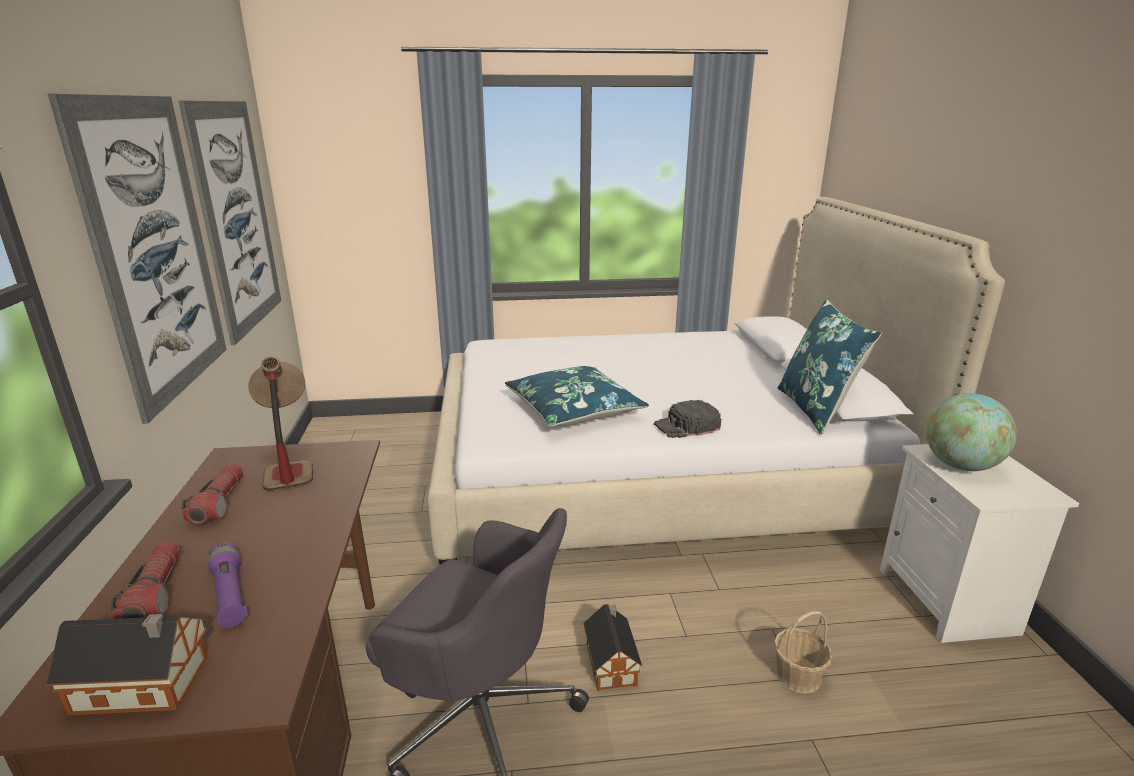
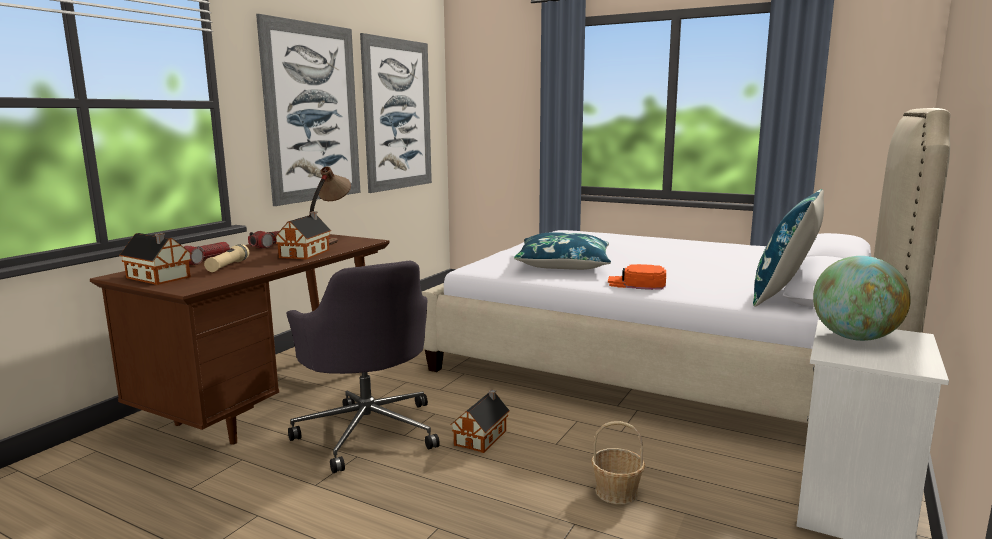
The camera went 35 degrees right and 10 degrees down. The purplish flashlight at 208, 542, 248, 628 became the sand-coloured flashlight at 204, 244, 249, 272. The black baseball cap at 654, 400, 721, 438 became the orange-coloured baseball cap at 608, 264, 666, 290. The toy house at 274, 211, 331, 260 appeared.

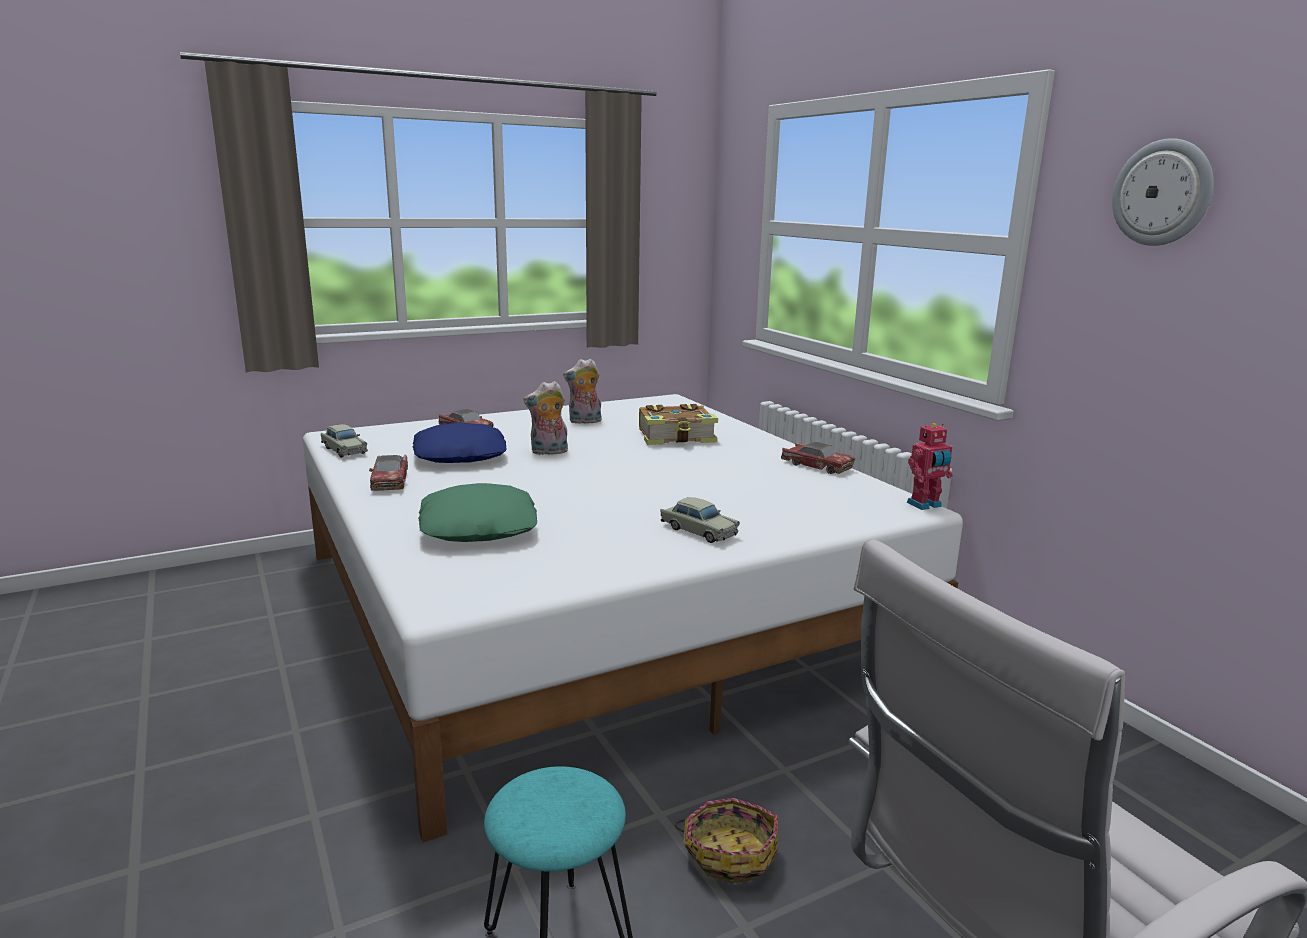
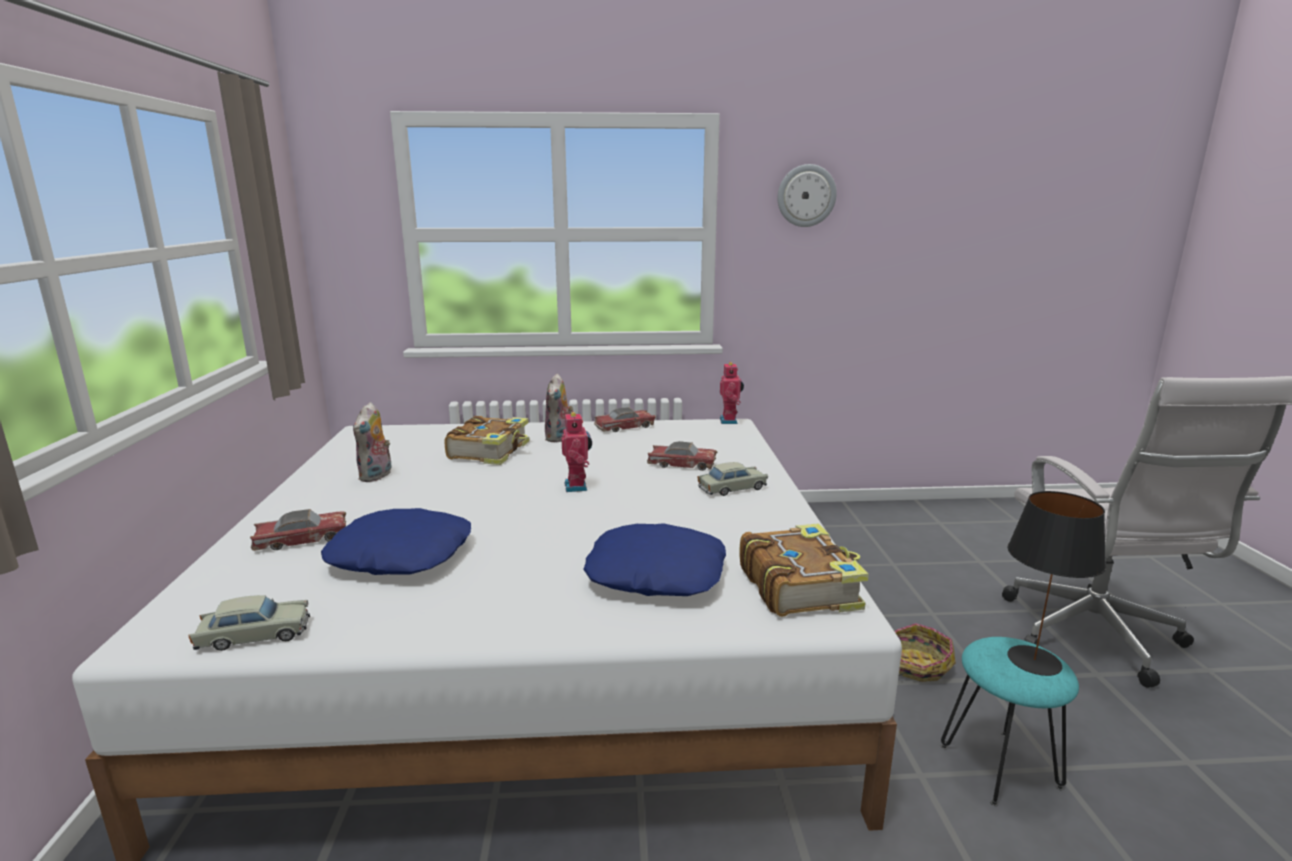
The camera went 65 degrees left and 0 degrees up. The model car moved from 369, 454, 408, 491 to 647, 441, 717, 471. The green pillow at 418, 483, 537, 542 became the blue-coloured pillow at 583, 523, 726, 596. The plush toy moved from 524, 381, 568, 455 to 545, 373, 573, 442. The robot figure at 561, 411, 592, 492 appeared. The book at 739, 523, 869, 617 appeared. The black tabletop lamp at 1007, 491, 1106, 676 appeared.

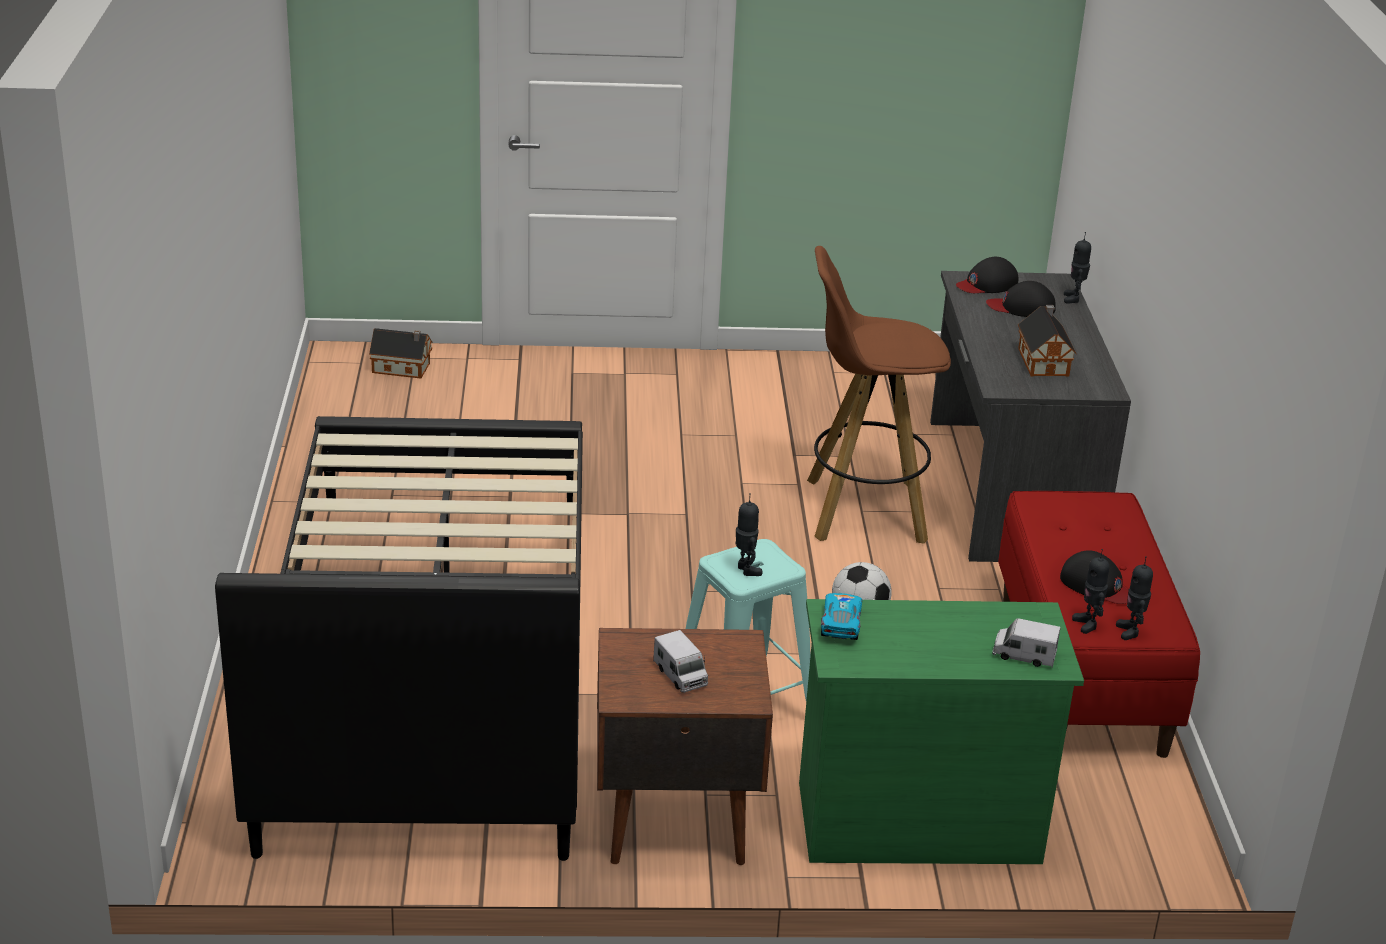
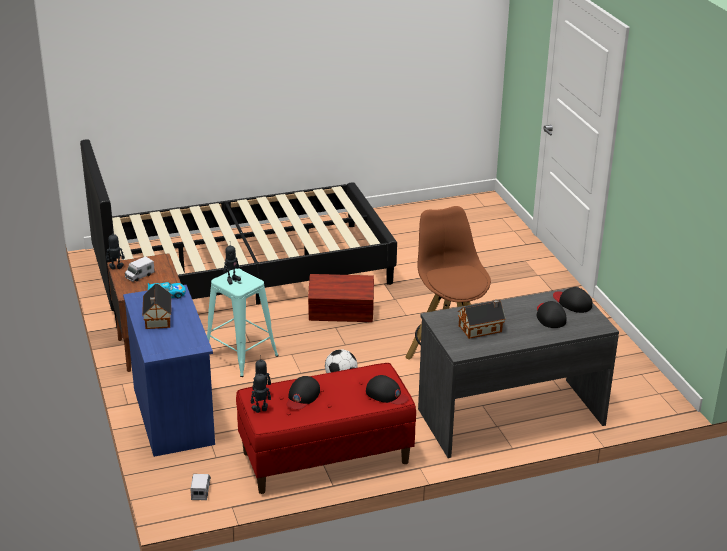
The camera went 75 degrees right and 0 degrees up. The toy house moved from 369, 328, 433, 378 to 142, 284, 171, 329. The green chest of drawers at 799, 599, 1084, 864 became the blue-coloured chest of drawers at 123, 285, 215, 457. The toy lorry moved from 992, 618, 1061, 668 to 190, 474, 211, 500. The robot figure moved from 1064, 232, 1091, 304 to 106, 230, 125, 270. The brownish storage container at 308, 274, 374, 322 appeared. The black baseball cap at 366, 375, 409, 405 appeared.

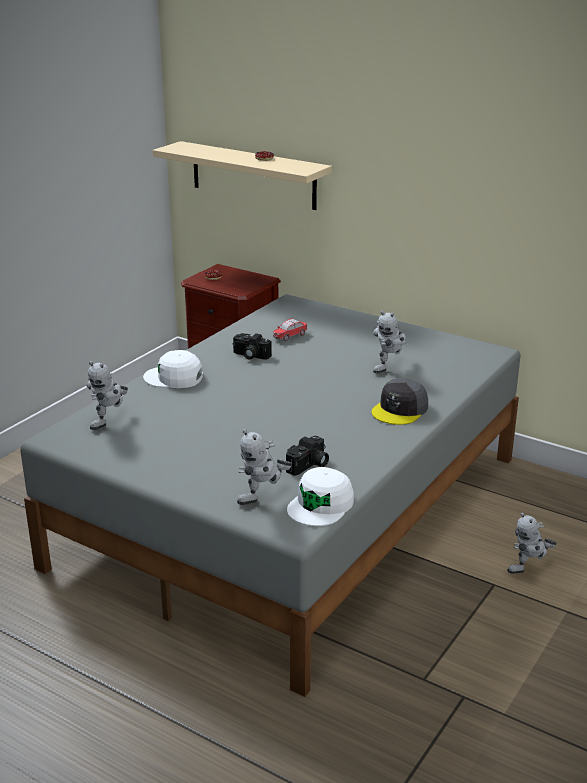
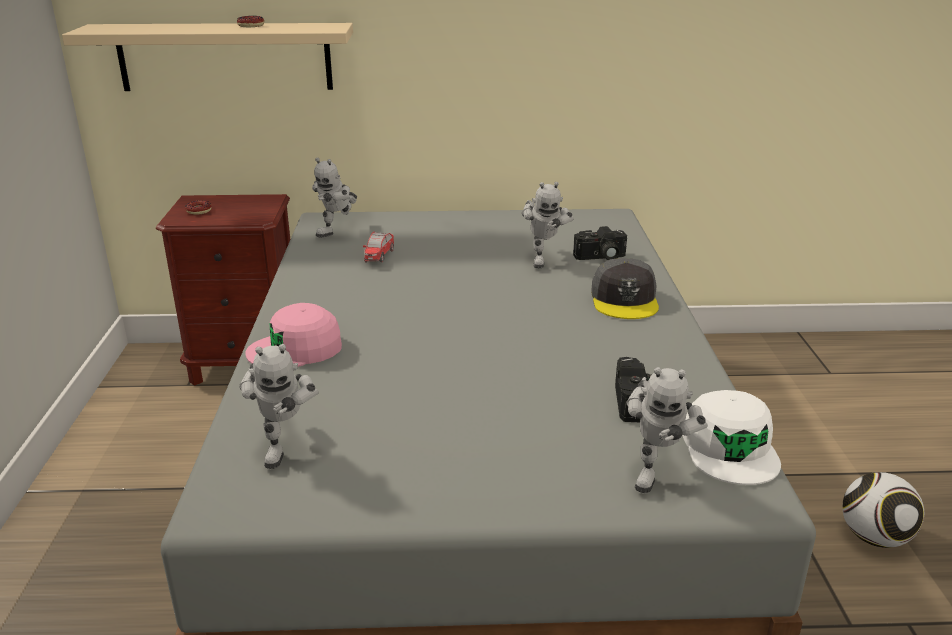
The camera went 35 degrees left and 0 degrees up. The white-coloured baseball cap at 143, 350, 203, 388 became the pinkish baseball cap at 245, 303, 342, 367. The still camera moved from 233, 333, 272, 360 to 573, 226, 627, 260. The robot figure moved from 507, 512, 557, 574 to 312, 158, 357, 237. The ball for football at 843, 472, 924, 548 appeared.

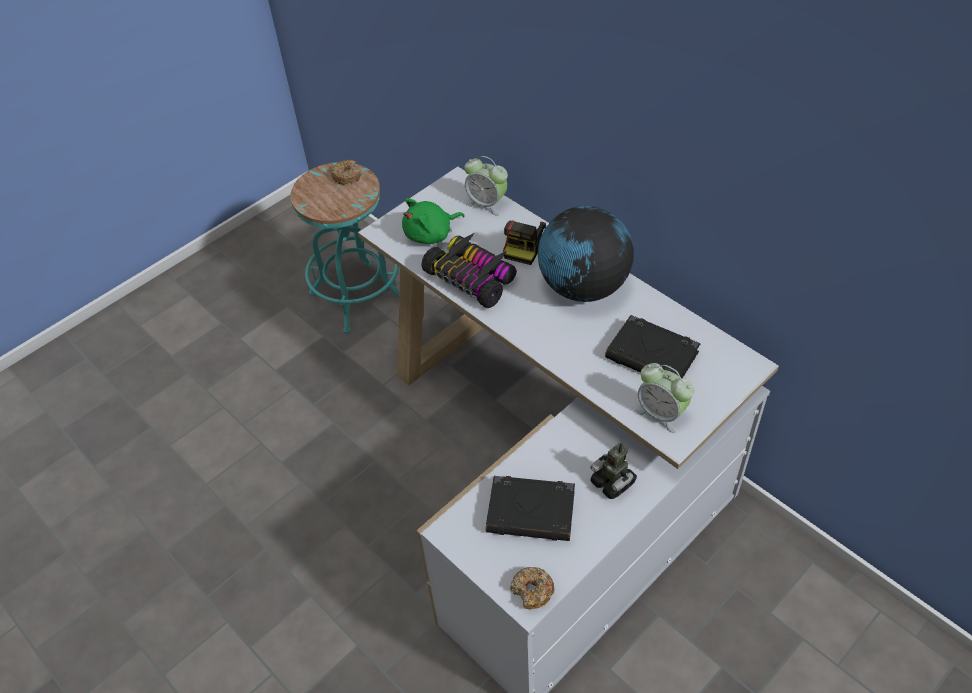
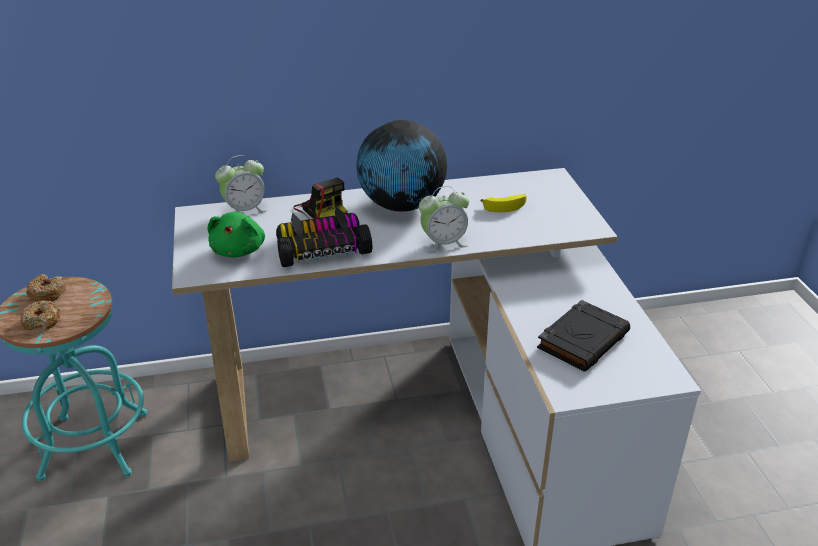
The camera went 60 degrees left and 15 degrees down. The donut moved from 510, 567, 554, 609 to 20, 300, 61, 330. The robot figure at 590, 442, 637, 499 disappeared. The black book at 605, 315, 701, 378 was replaced by the banana at 480, 194, 527, 212. The table clock moved from 635, 363, 694, 433 to 419, 186, 469, 254.

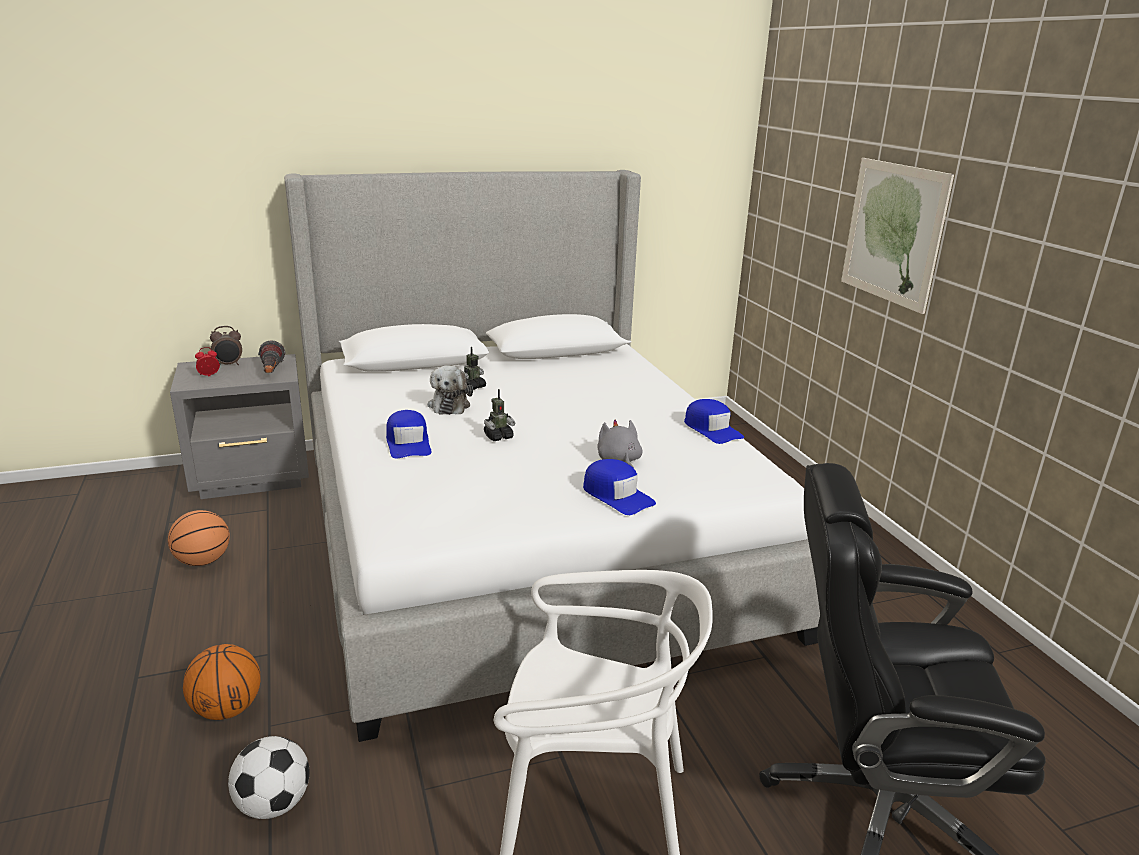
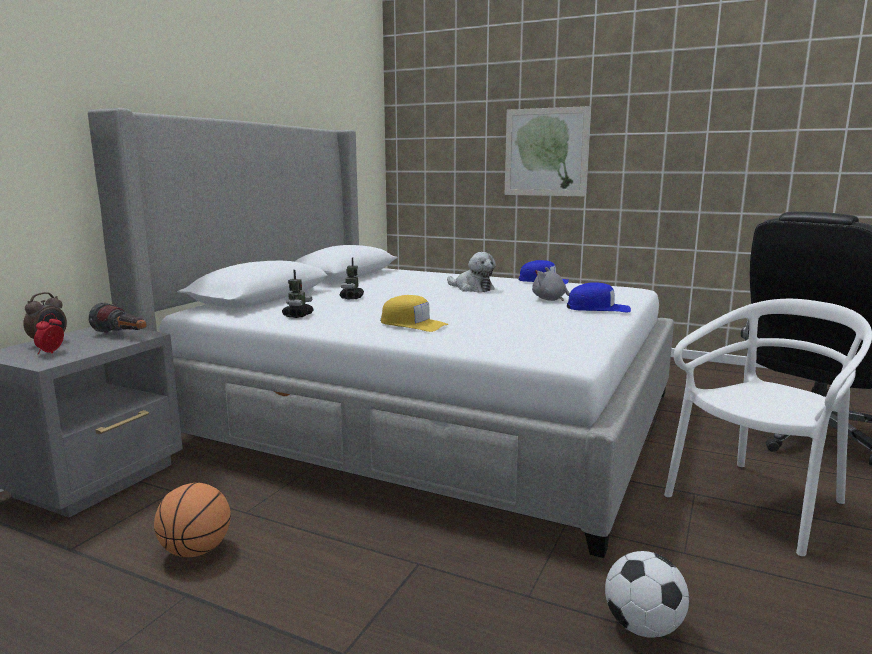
The camera went 45 degrees left and 10 degrees down. The basketball ball at 183, 644, 260, 720 disappeared. The blue-coloured baseball cap at 386, 410, 431, 458 became the yellow baseball cap at 381, 295, 449, 332. The plush toy moved from 427, 365, 473, 415 to 447, 252, 496, 292. The robot figure moved from 484, 389, 515, 441 to 282, 270, 314, 318.

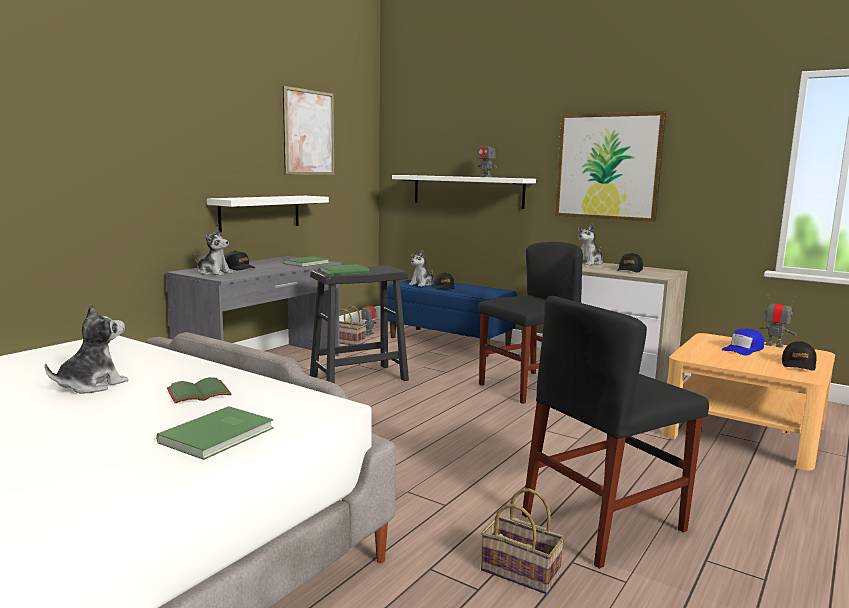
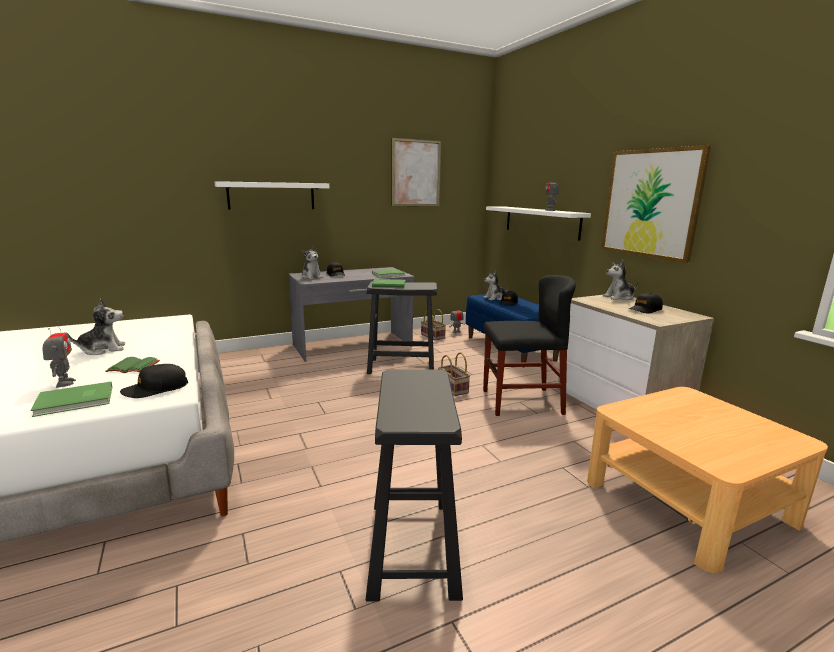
The camera went 30 degrees right and 5 degrees up. The white-coloured bracket shelf moved from 207, 196, 329, 232 to 215, 181, 329, 210. The basket moved from 481, 488, 564, 594 to 438, 352, 470, 396. The black chair at 522, 296, 709, 569 was replaced by the black stool at 366, 369, 463, 602. The blue-coloured baseball cap at 722, 329, 764, 355 disappeared. The robot figure moved from 755, 295, 797, 348 to 43, 321, 76, 388. The black baseball cap moved from 782, 341, 817, 371 to 120, 364, 188, 398.

